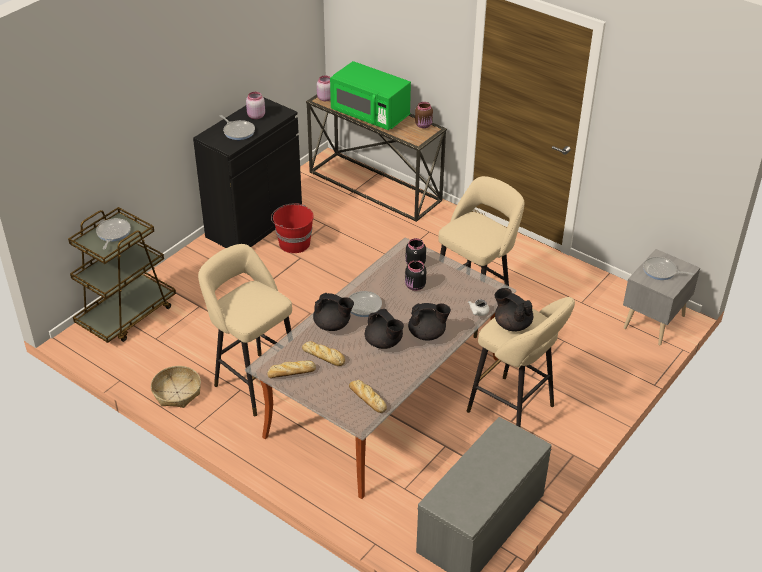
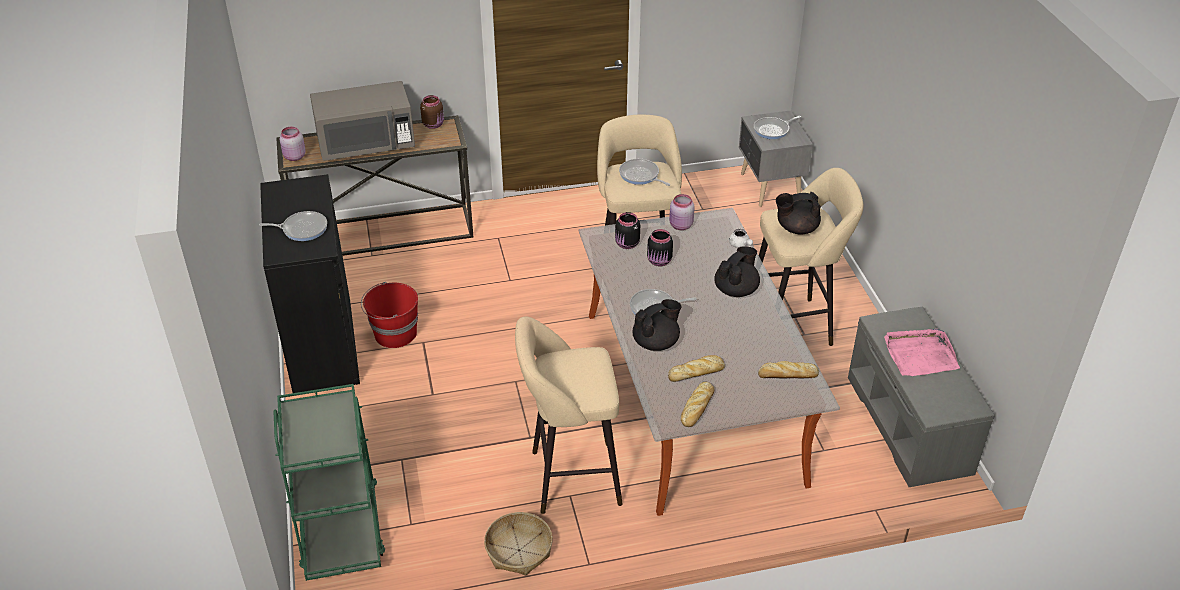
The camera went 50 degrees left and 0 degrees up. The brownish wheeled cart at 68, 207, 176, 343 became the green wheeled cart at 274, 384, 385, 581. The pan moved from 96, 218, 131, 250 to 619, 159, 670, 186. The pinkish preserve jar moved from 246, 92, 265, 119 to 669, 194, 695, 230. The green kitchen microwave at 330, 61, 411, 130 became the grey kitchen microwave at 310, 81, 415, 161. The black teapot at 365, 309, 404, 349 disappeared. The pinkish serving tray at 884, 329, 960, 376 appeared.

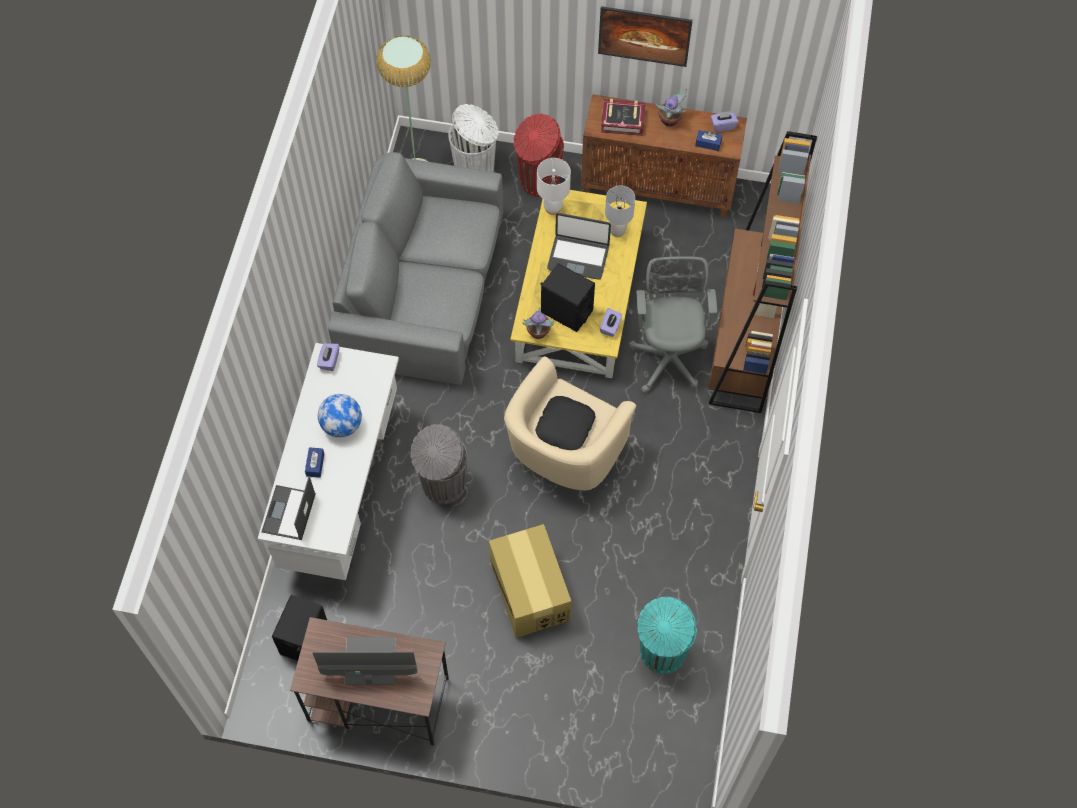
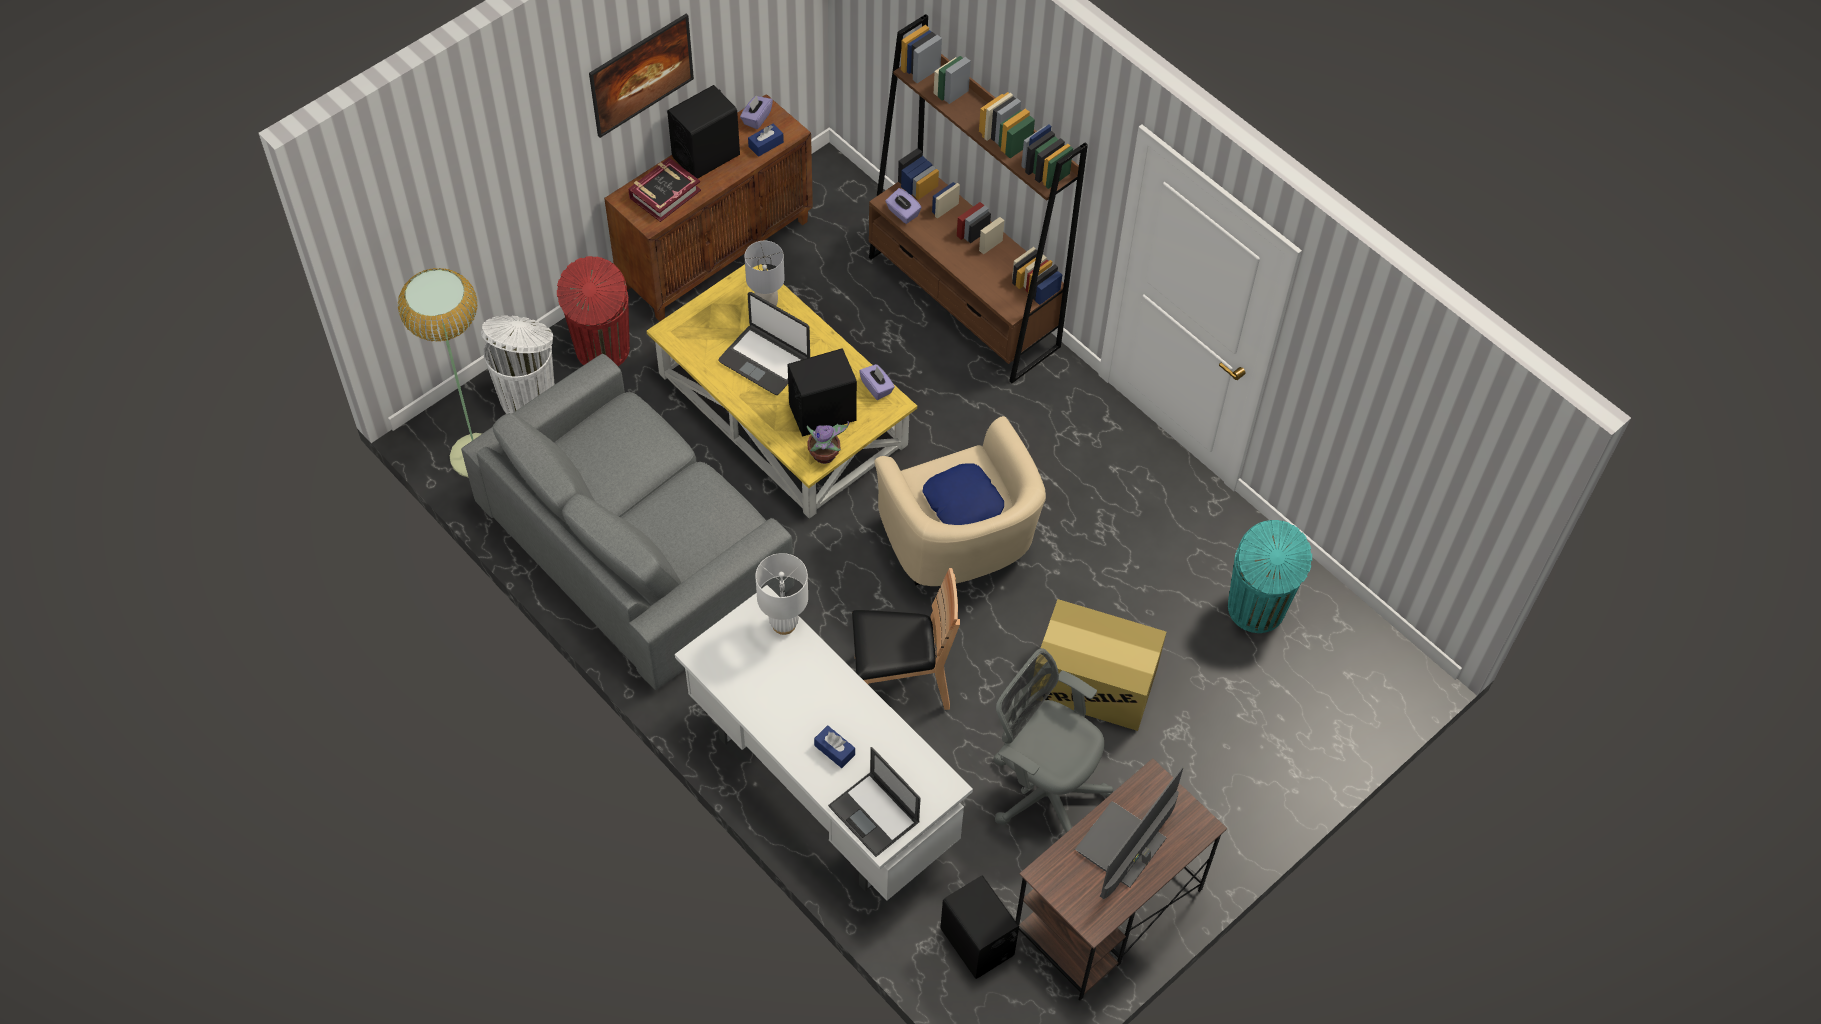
The camera went 55 degrees left and 5 degrees down. The purplish tissue box moved from 317, 343, 339, 371 to 885, 188, 922, 224. The globe at 318, 394, 362, 438 disappeared. The grey waste bin at 410, 424, 467, 504 was replaced by the brownish chair at 852, 568, 960, 710. The black pillow at 535, 396, 596, 450 became the blue-coloured pillow at 923, 464, 1004, 525. The white-coloured tabletop lamp moved from 537, 158, 571, 215 to 755, 553, 808, 635. The notebook computer at 547, 213, 611, 280 turned 75 degrees clockwise. The grey computer chair moved from 629, 256, 717, 394 to 993, 648, 1113, 833. The plant in a pot at 655, 89, 687, 127 was replaced by the black loudspeaker at 667, 85, 740, 179.

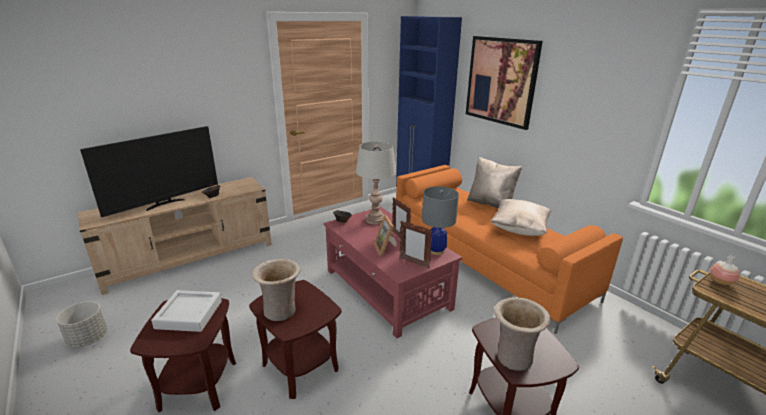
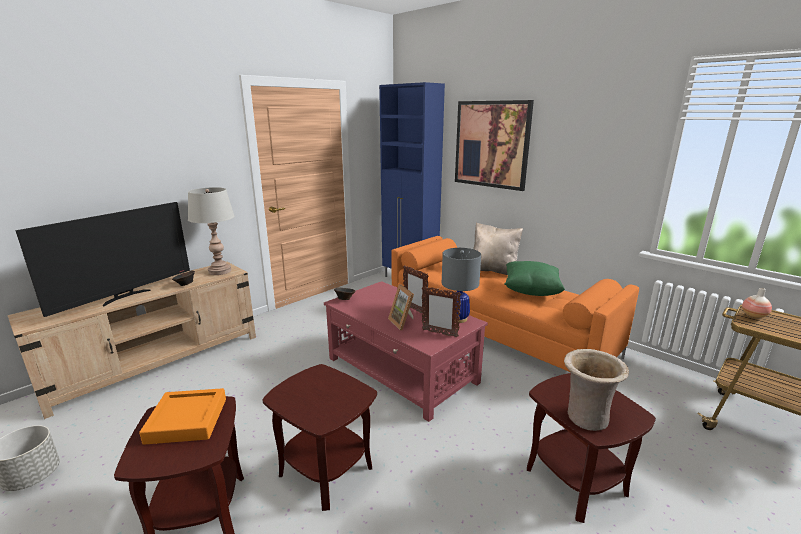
The camera went 10 degrees left and 5 degrees down. The grey serving tray at 151, 290, 222, 332 became the orange-coloured serving tray at 139, 388, 226, 445. The sand-coloured vase at 251, 259, 300, 321 disappeared. The grey tabletop lamp moved from 356, 141, 397, 225 to 188, 187, 235, 275. The sand-coloured pillow at 490, 199, 551, 236 became the green pillow at 504, 261, 565, 296.

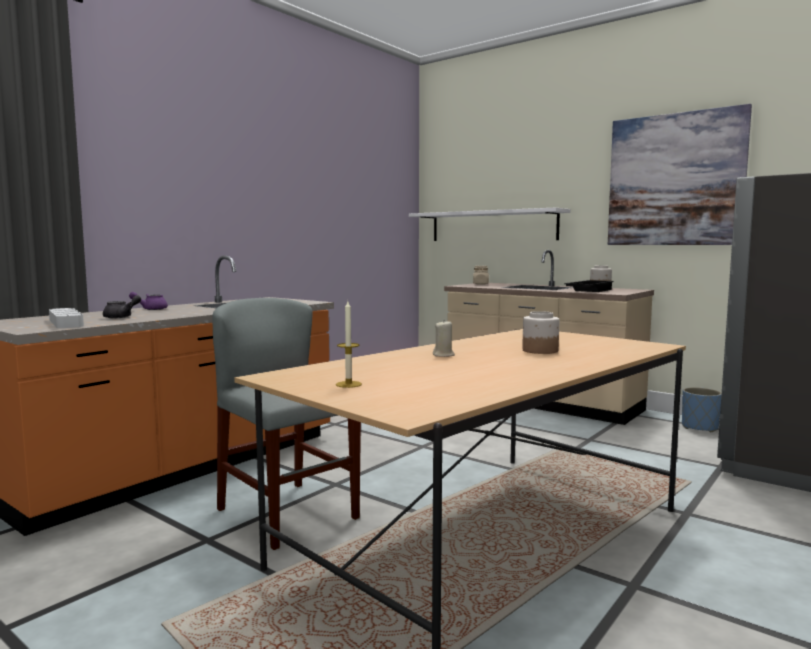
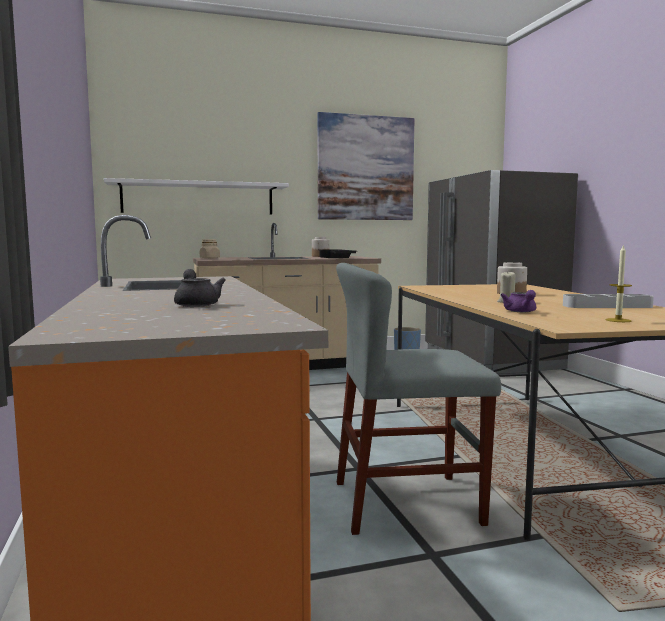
The camera went 55 degrees left and 0 degrees up. The grey serving tray moved from 49, 308, 84, 328 to 563, 294, 654, 308. The purplish teapot moved from 129, 292, 168, 310 to 501, 290, 536, 312.

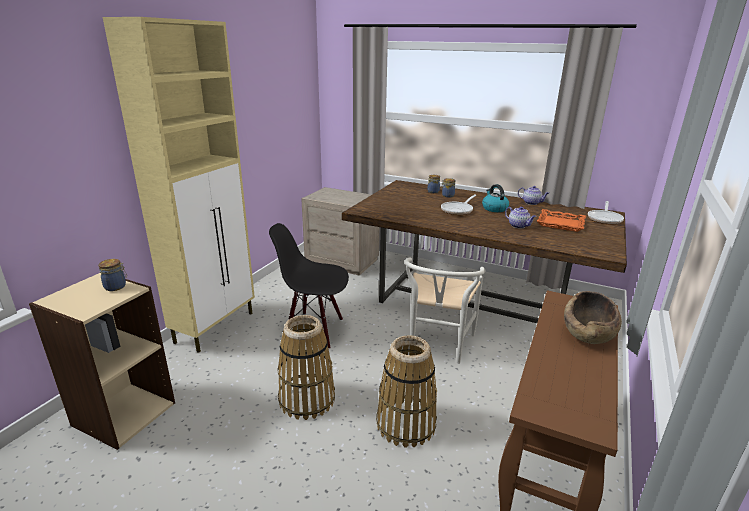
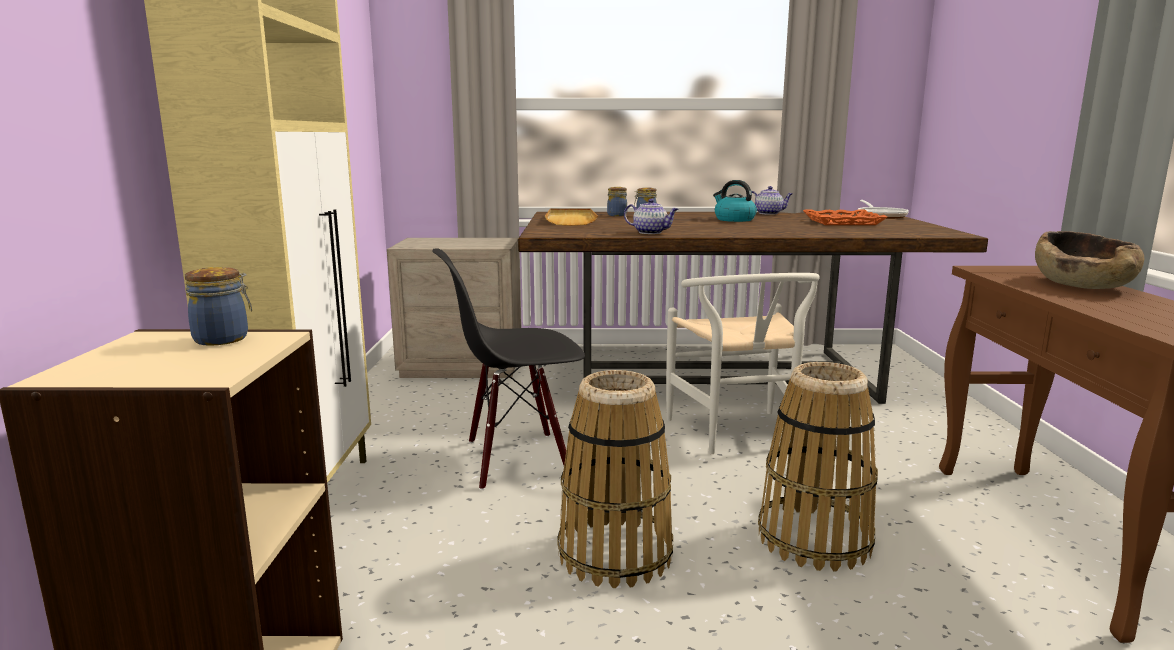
The camera went 25 degrees left and 10 degrees down. The pan at 441, 195, 476, 215 disappeared. The teapot moved from 505, 207, 536, 228 to 624, 199, 678, 234. The sand-coloured serving tray at 545, 208, 598, 226 appeared.

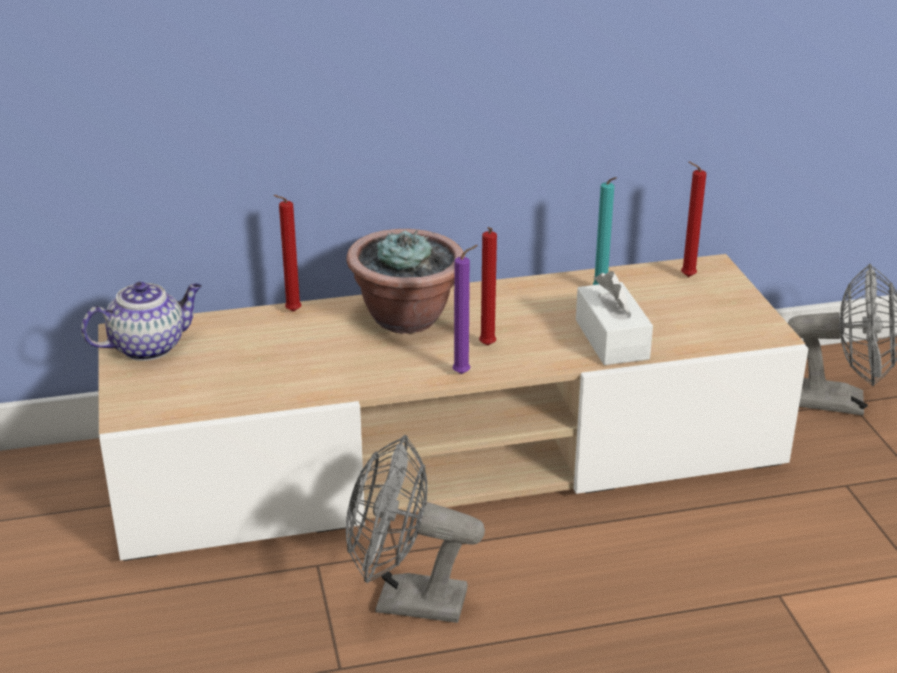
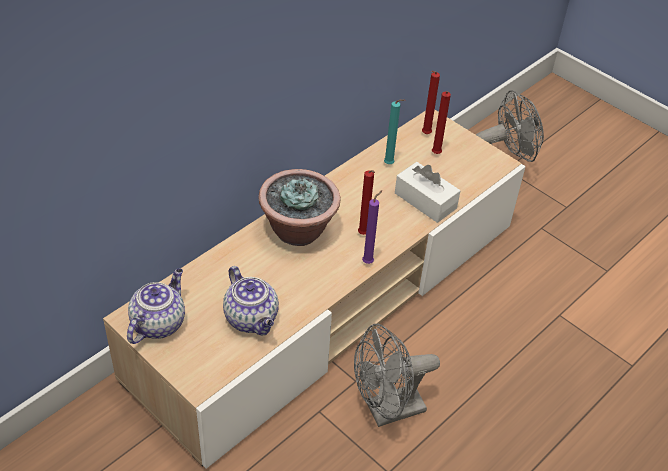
The camera went 35 degrees left and 15 degrees up. The reddish wax candle moved from 273, 195, 301, 312 to 432, 91, 451, 154. The teapot at 223, 266, 279, 335 appeared.

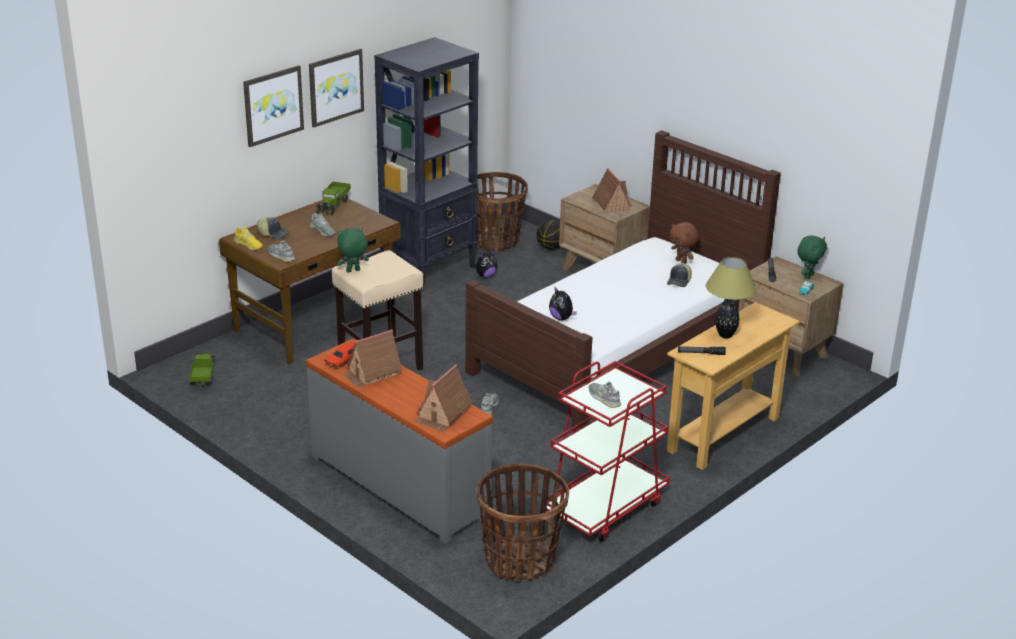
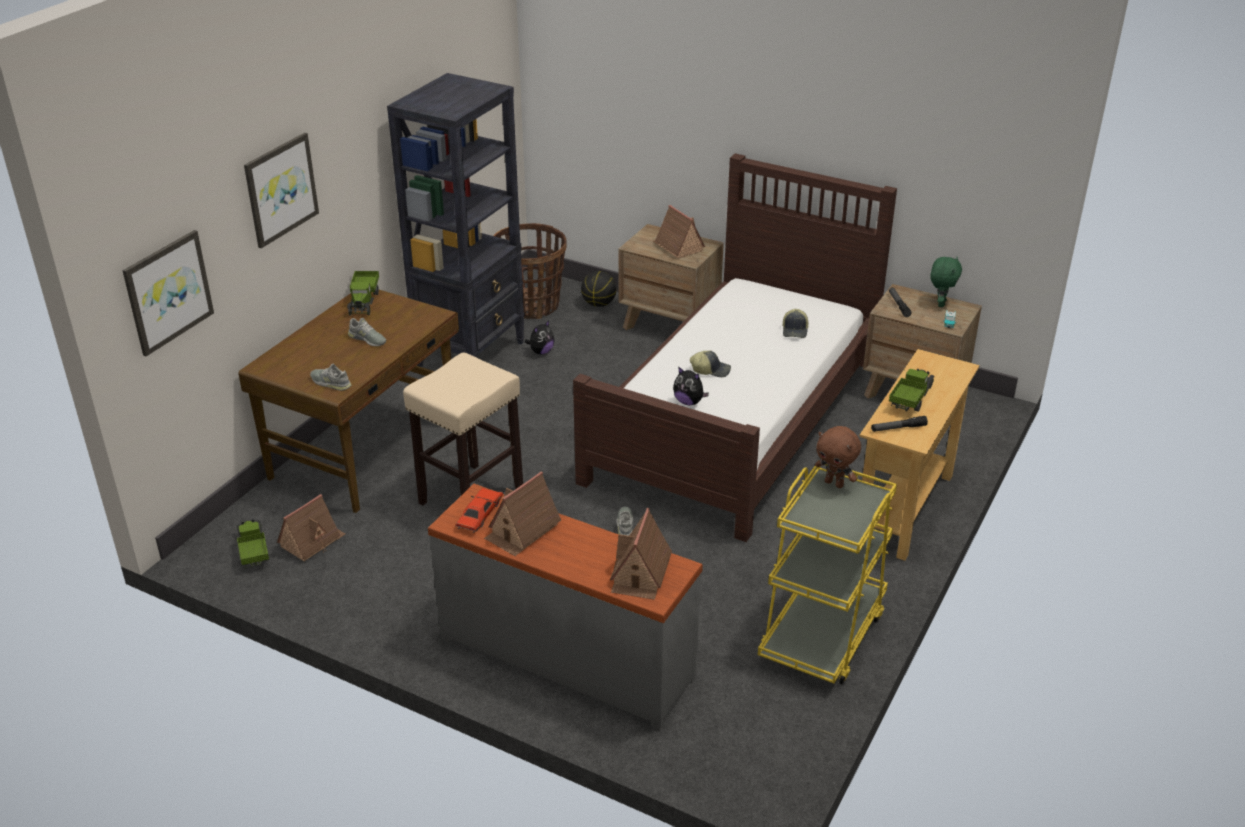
The camera went 15 degrees left and 5 degrees up. The yellow item of footwear at 234, 227, 263, 250 disappeared. The baseball cap moved from 257, 217, 290, 240 to 690, 350, 731, 377. The picture moved from 309, 49, 364, 128 to 122, 230, 214, 356. The green plush toy at 337, 228, 369, 272 disappeared. The basket at 476, 464, 569, 581 disappeared. The reddish wheeled cart at 547, 361, 670, 542 became the yellow wheeled cart at 758, 460, 897, 685. The grey item of footwear at 589, 382, 621, 408 disappeared. The brownish plush toy moved from 670, 222, 699, 264 to 815, 426, 861, 488. The tabletop lamp at 706, 257, 756, 338 was replaced by the toy lorry at 889, 369, 935, 412. The toy house at 277, 494, 345, 562 appeared.

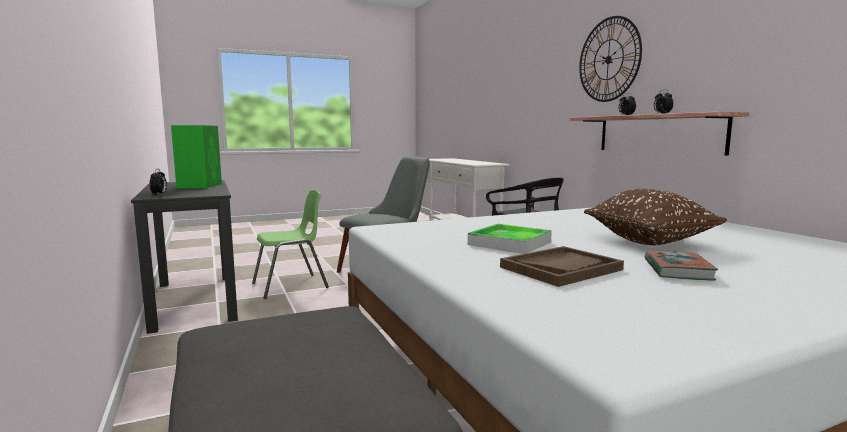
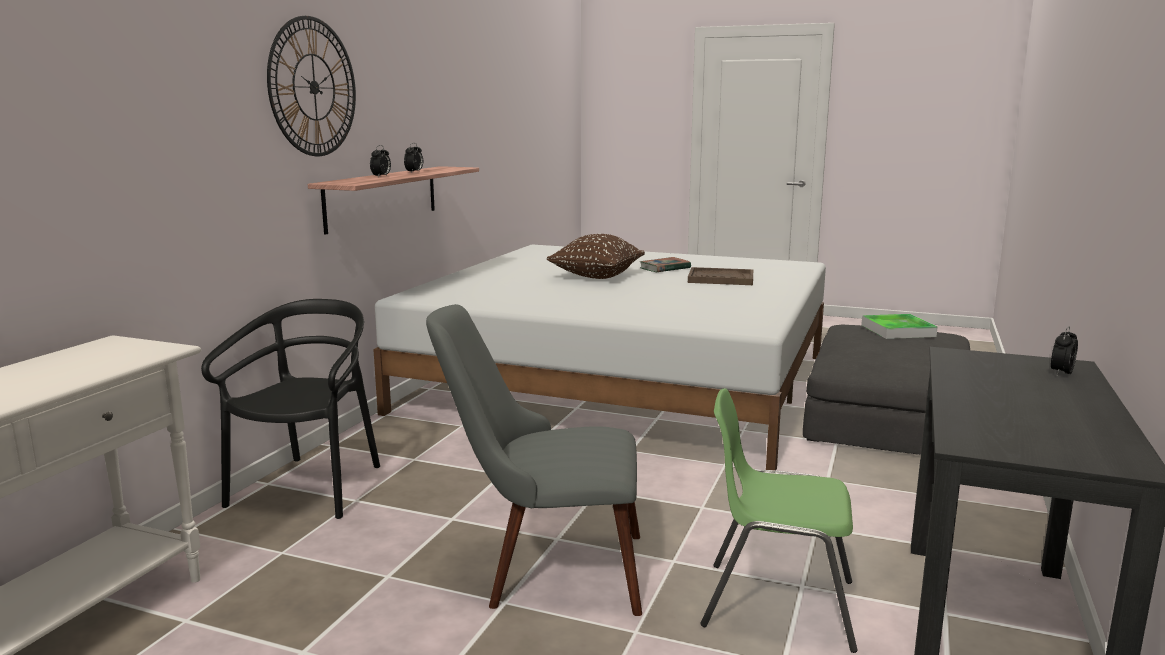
The camera went 135 degrees left and 5 degrees up. The green loudspeaker at 171, 125, 222, 188 disappeared. The serving tray moved from 468, 224, 552, 254 to 861, 314, 938, 339.

